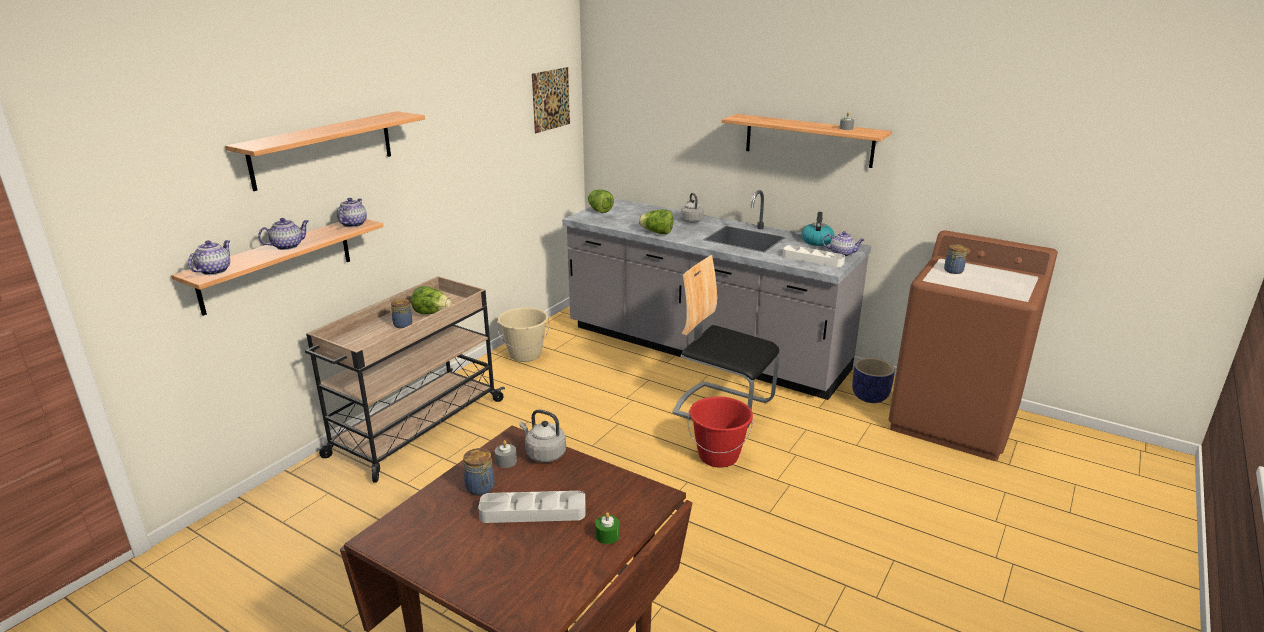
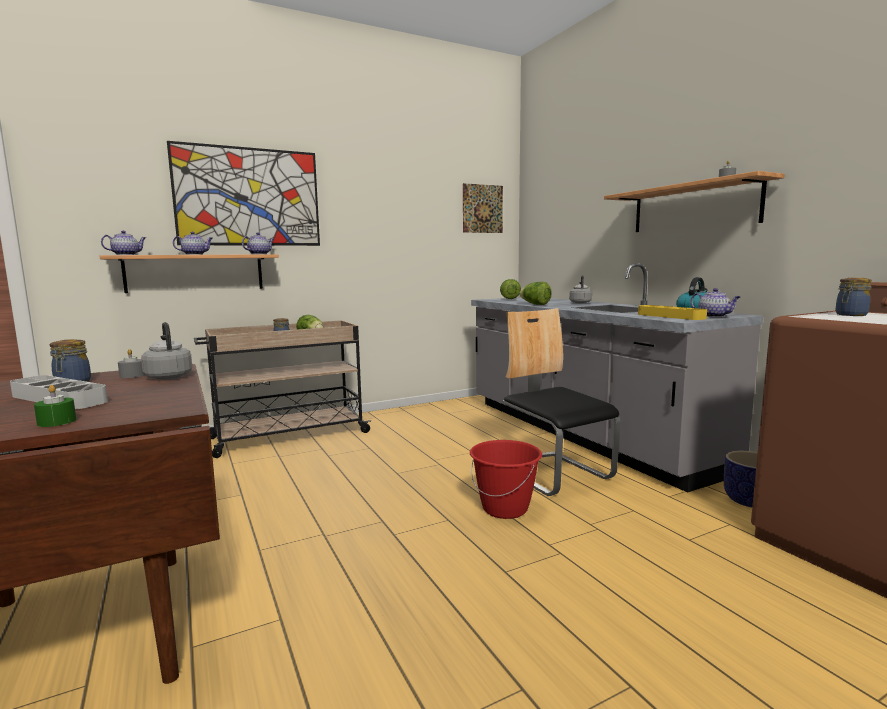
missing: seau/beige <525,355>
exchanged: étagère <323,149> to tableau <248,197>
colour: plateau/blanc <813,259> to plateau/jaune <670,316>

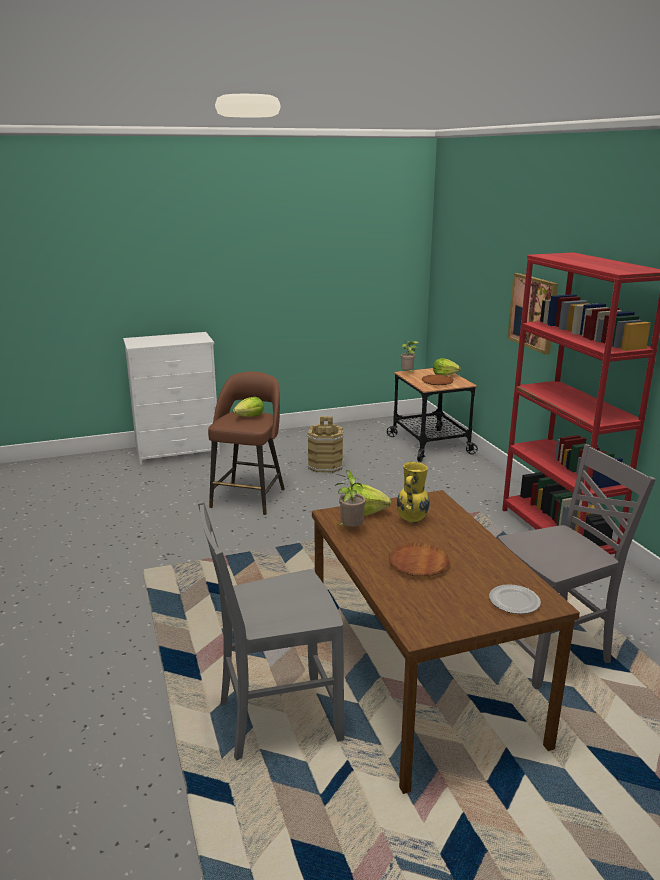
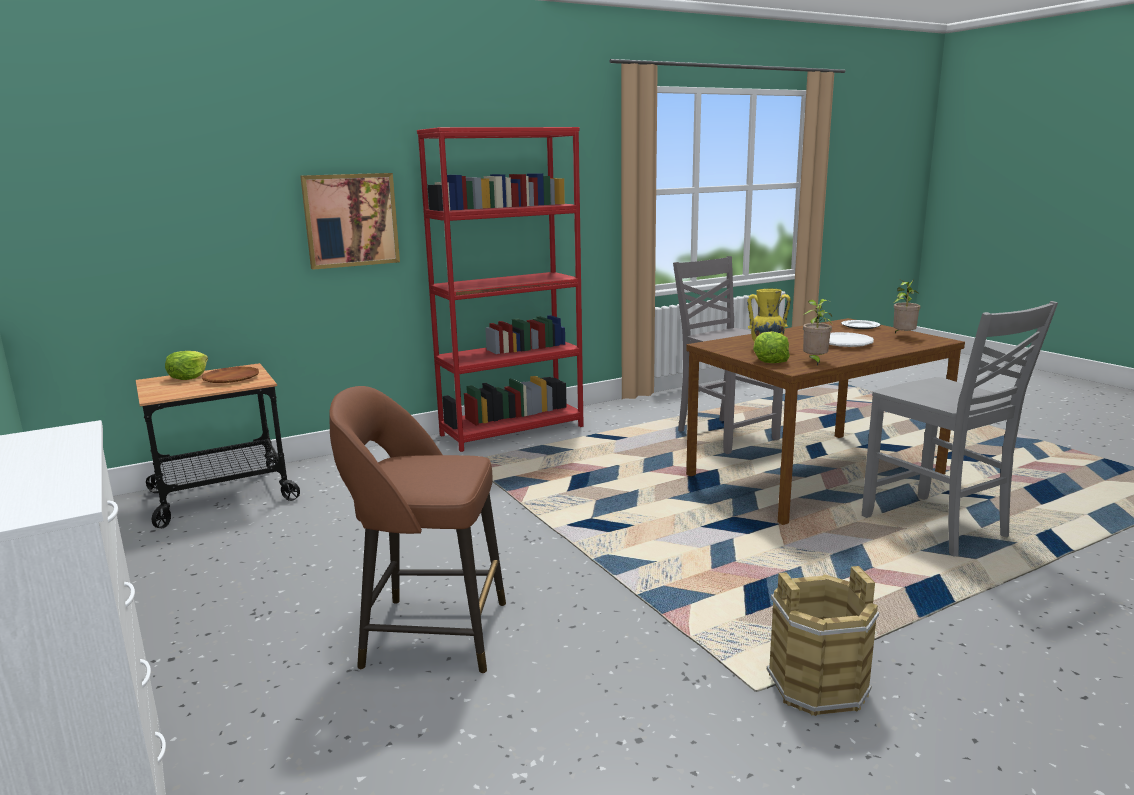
missing: laitue <249,416>
relocated: seau/marron <325,465> to <817,684>; plante en pot <408,373> to <903,336>
colour: assiette/marron <418,564> to assiette/blanc <845,344>

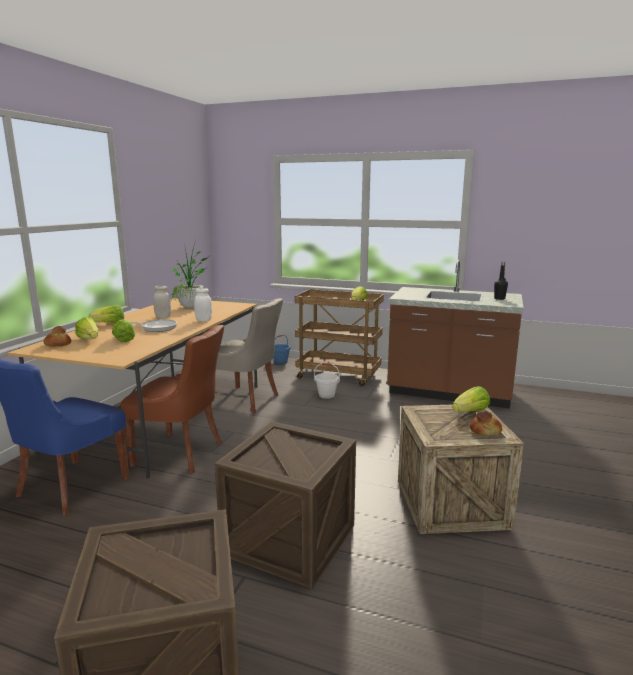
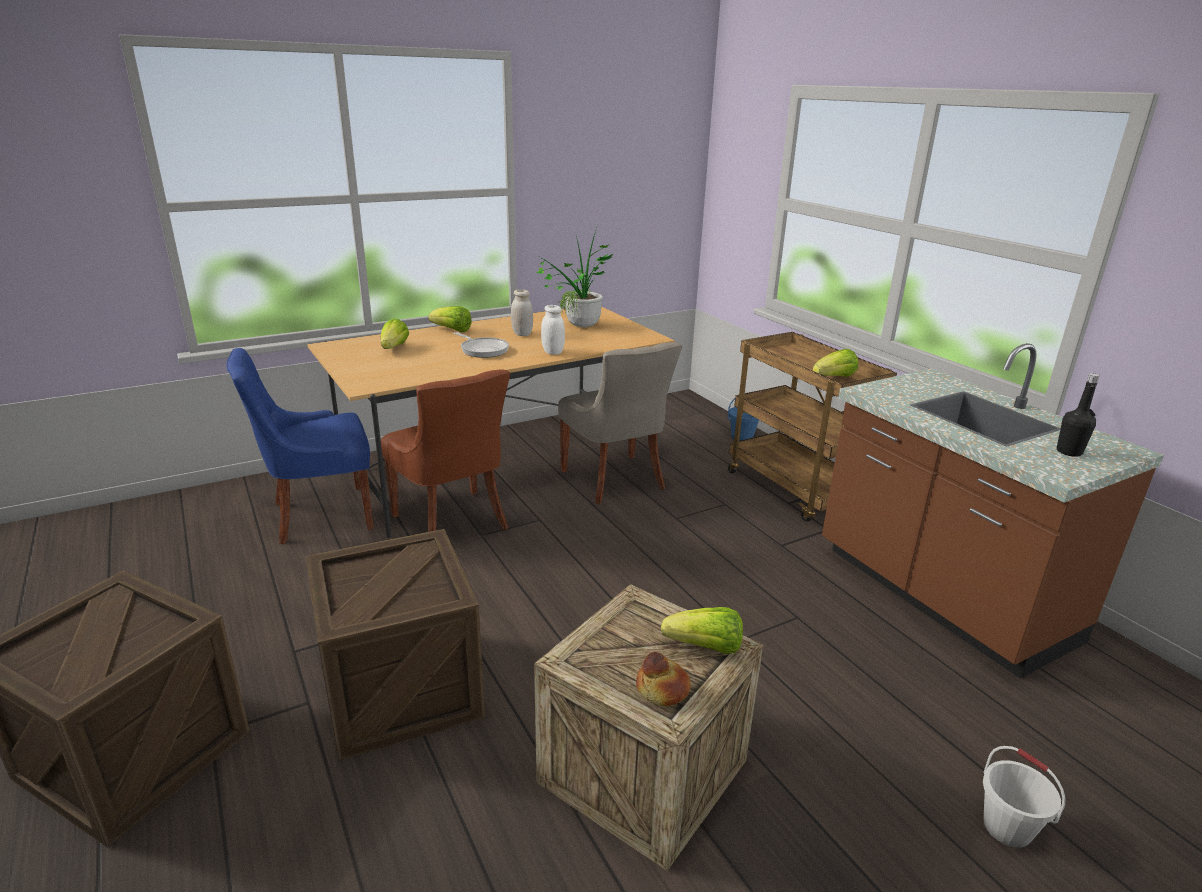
missing: pain <57,344>; laitue <124,339>
relocated: seau/blanc <326,395> to <1007,827>

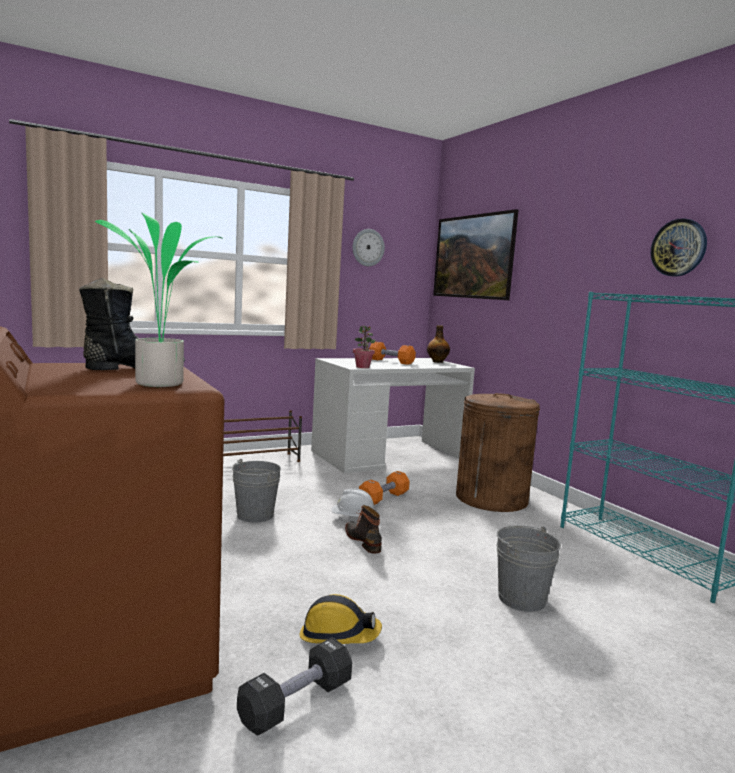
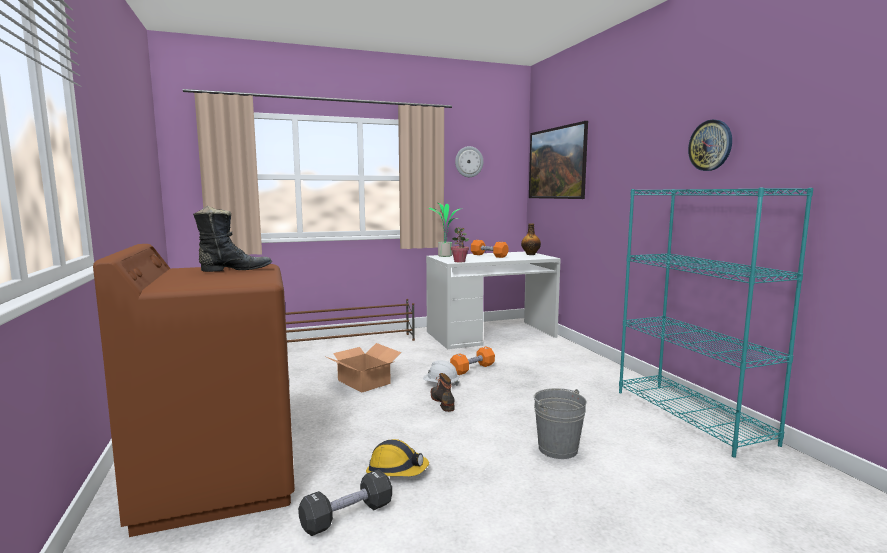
missing: poubelle/marron <491,498>
relocated: plante en pot <161,383> to <445,256>
exchanged: seau/gris <255,515> to carton <364,381>

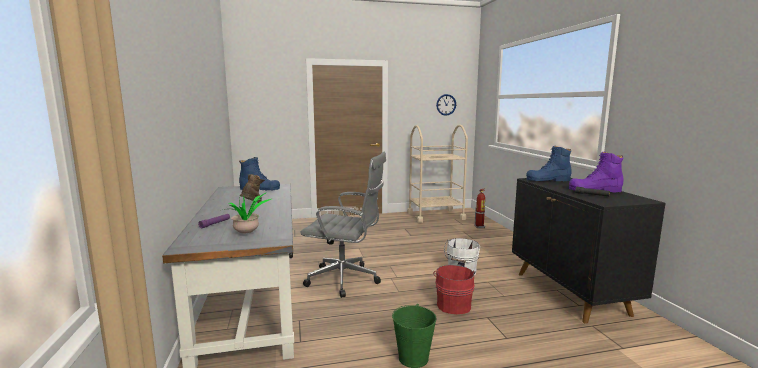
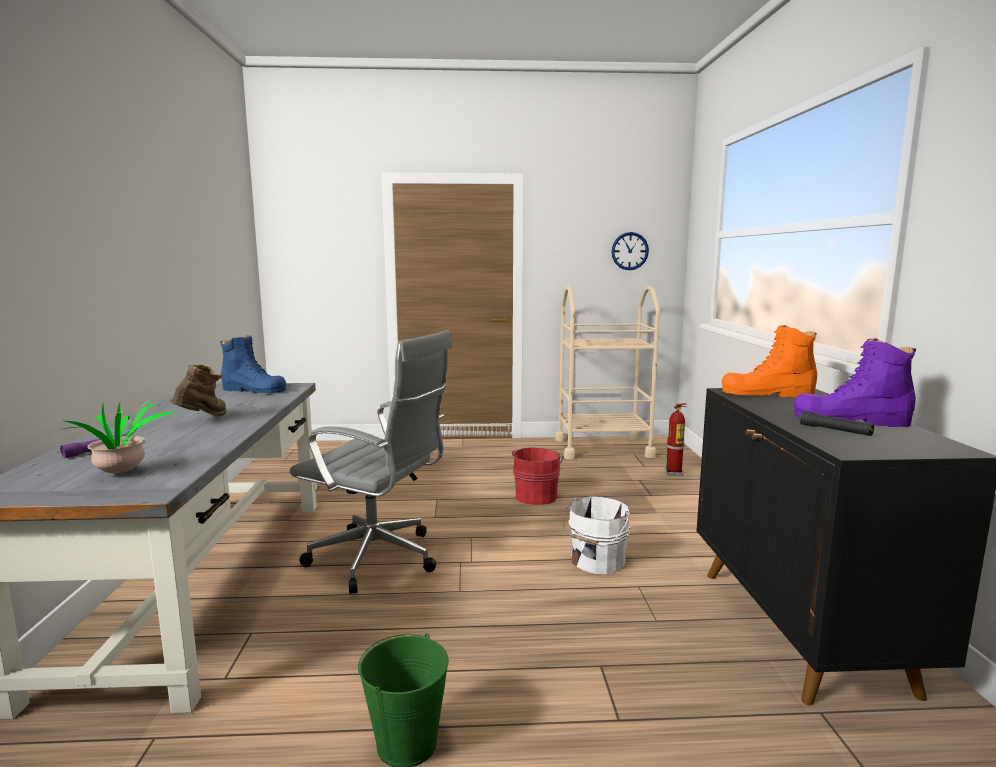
relocated: seau/rouge <453,304> to <536,496>
colour: botte/bleu <548,180> to botte/orange <767,394>

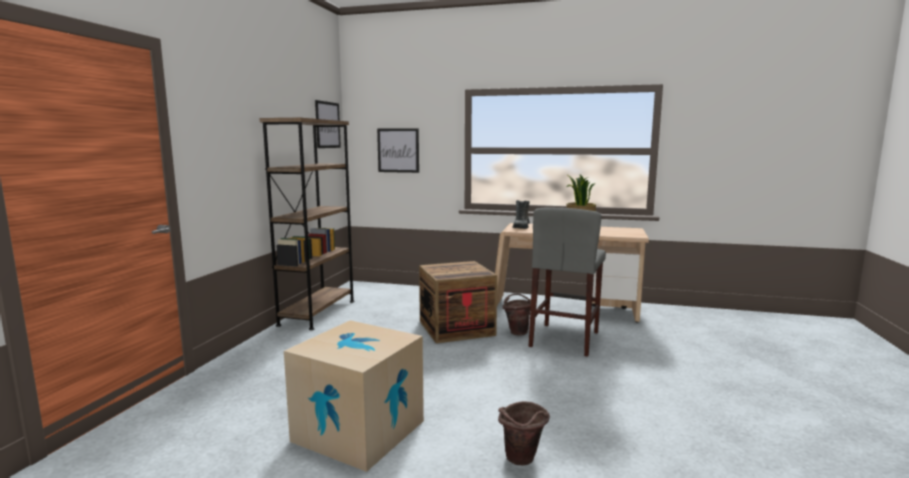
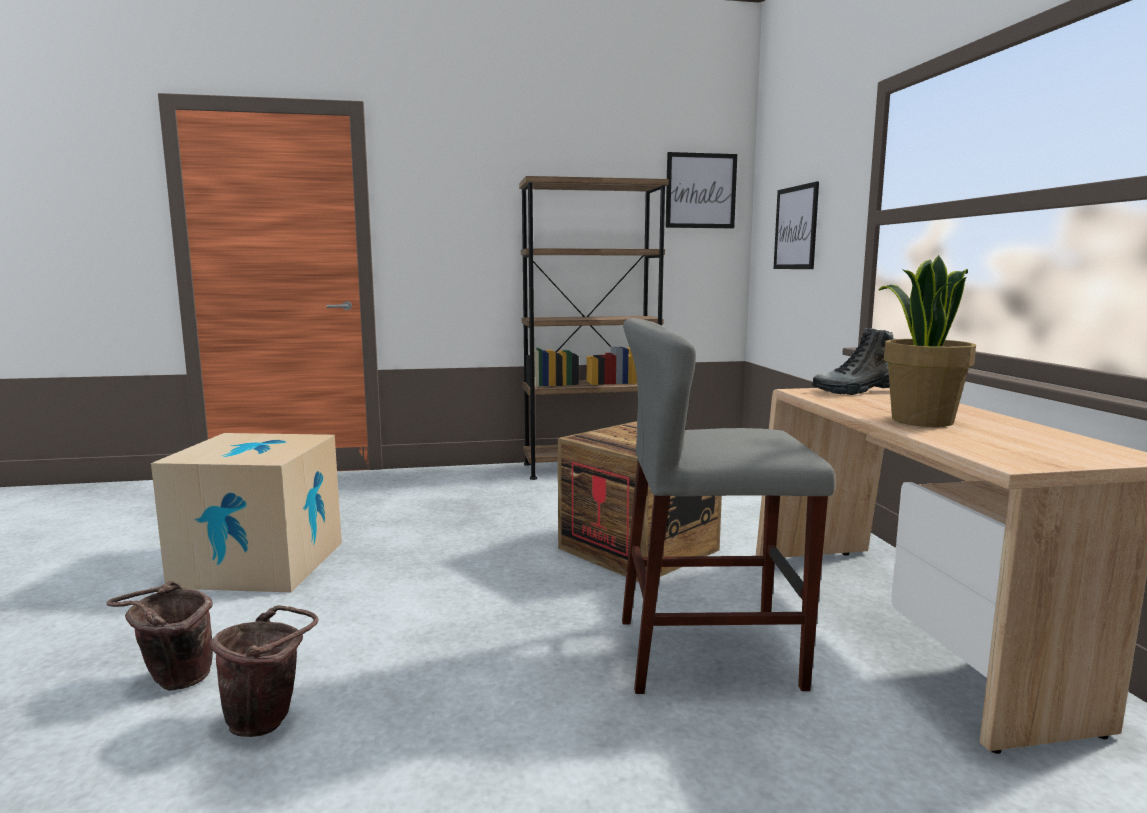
relocated: seau/marron <517,332> to <269,720>

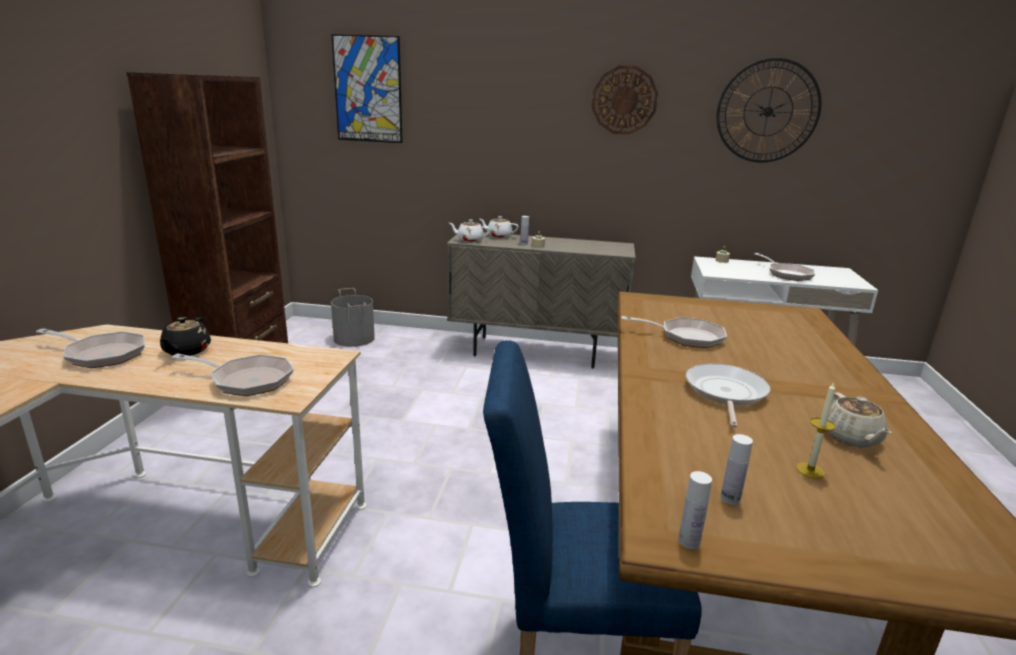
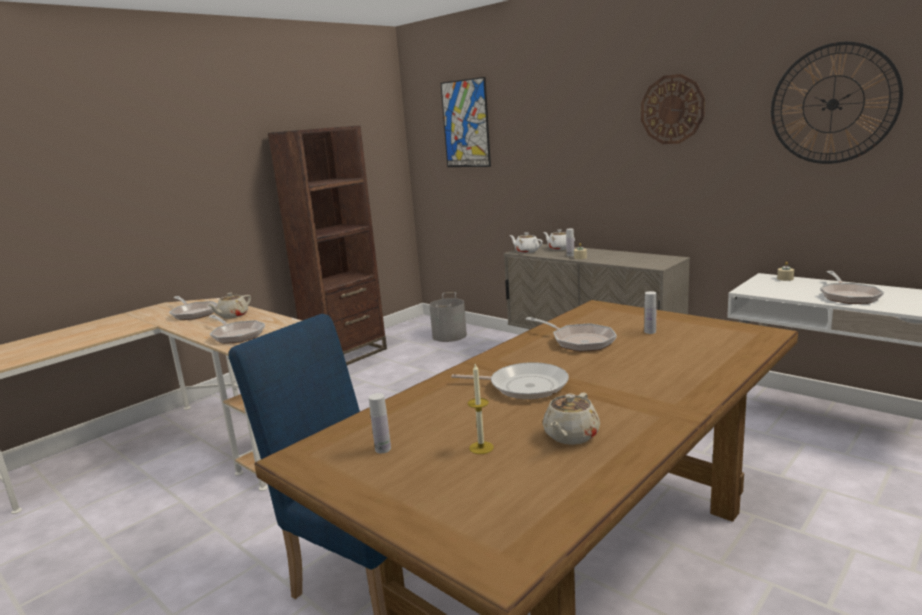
relocated: bouteille/blanc <689,541> to <650,332>
colour: théière/noir <186,351> to théière/beige <233,316>
spun: poêle <725,393> = <524,386> 60 degrees clockwise

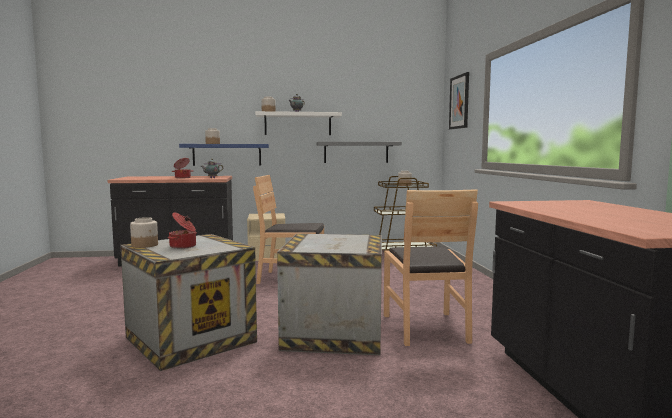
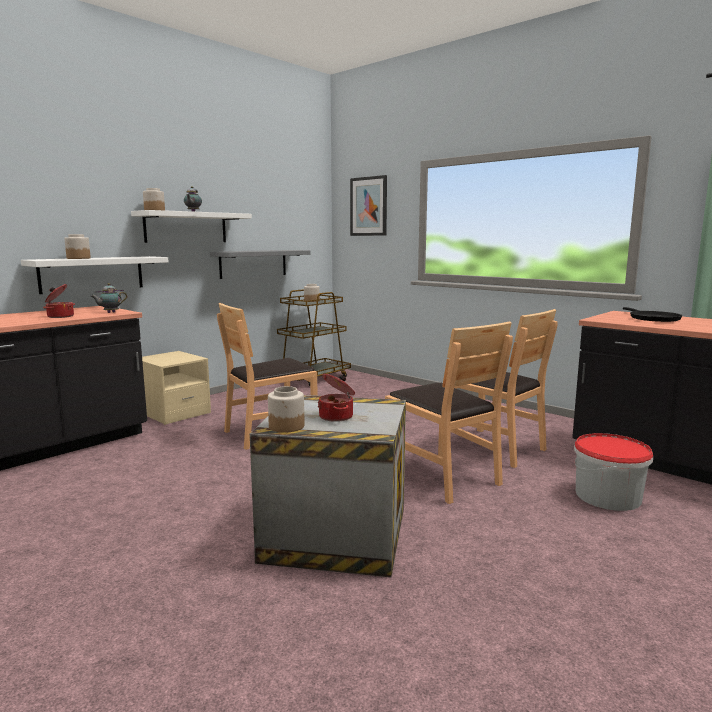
appeared: seau <608,496>; poêle/noir <652,318>
exchanged: caisse <332,333> to chaise/marron <442,477>
colour: étagère/bleu <227,154> to étagère/blanc <92,274>

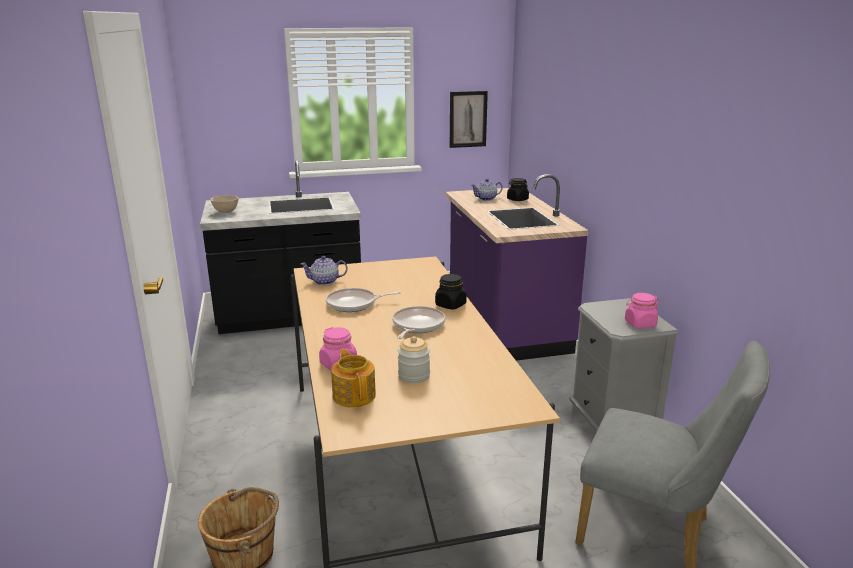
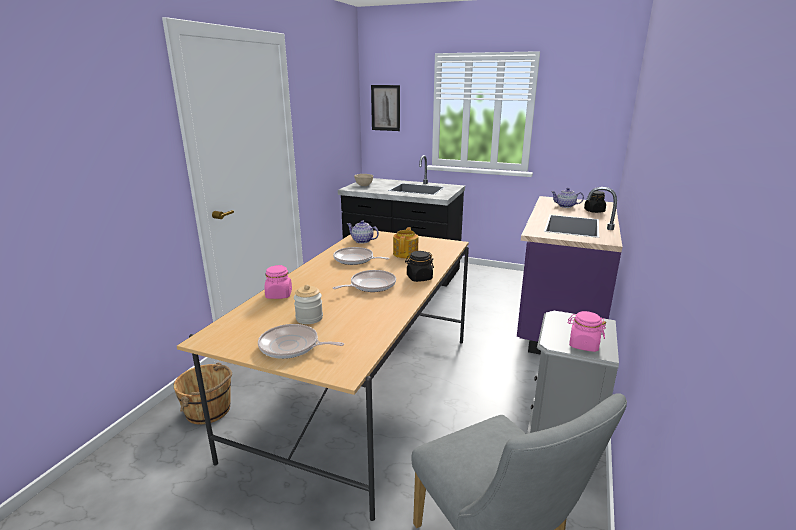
appeared: poêle <292,346>
relocated: tableau <468,119> to <385,108>; théière <354,395> to <406,253>

